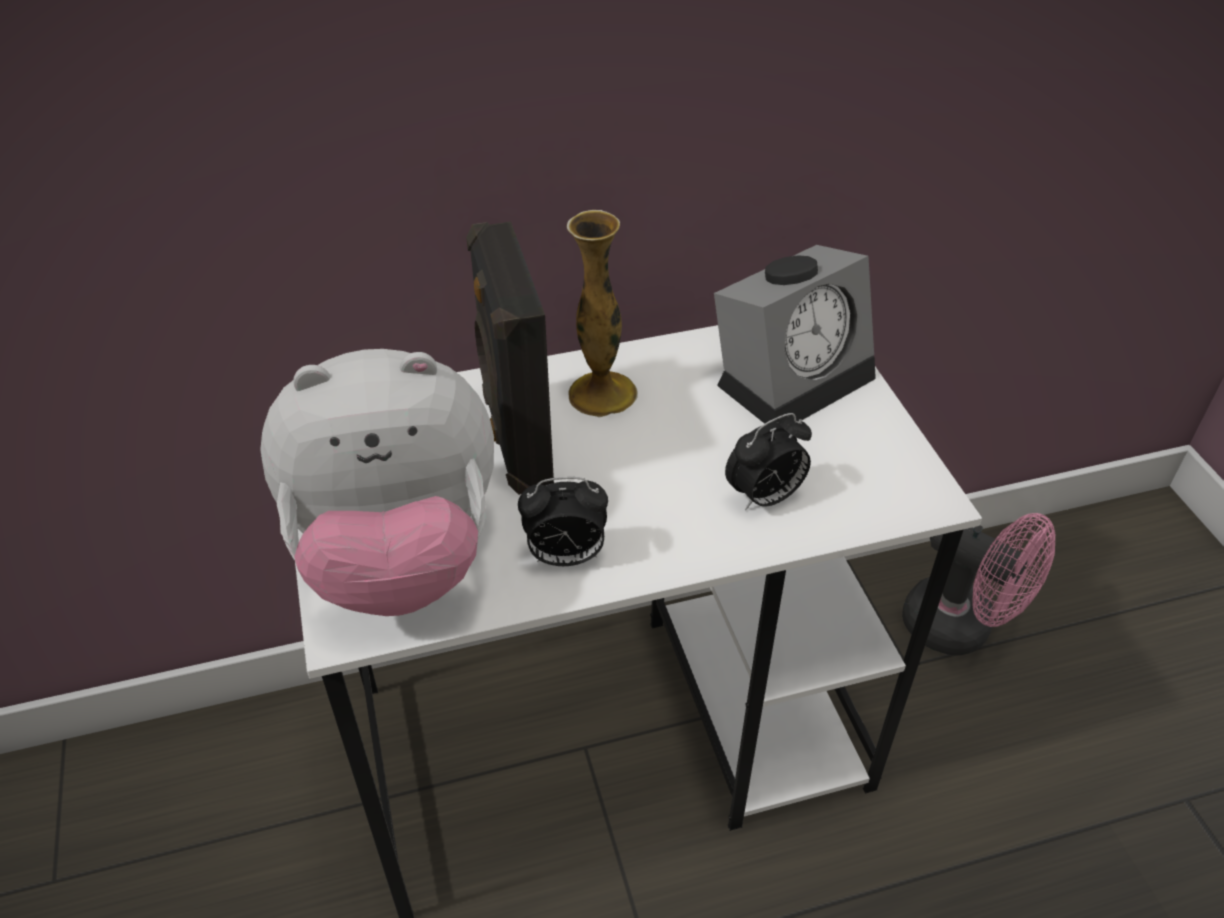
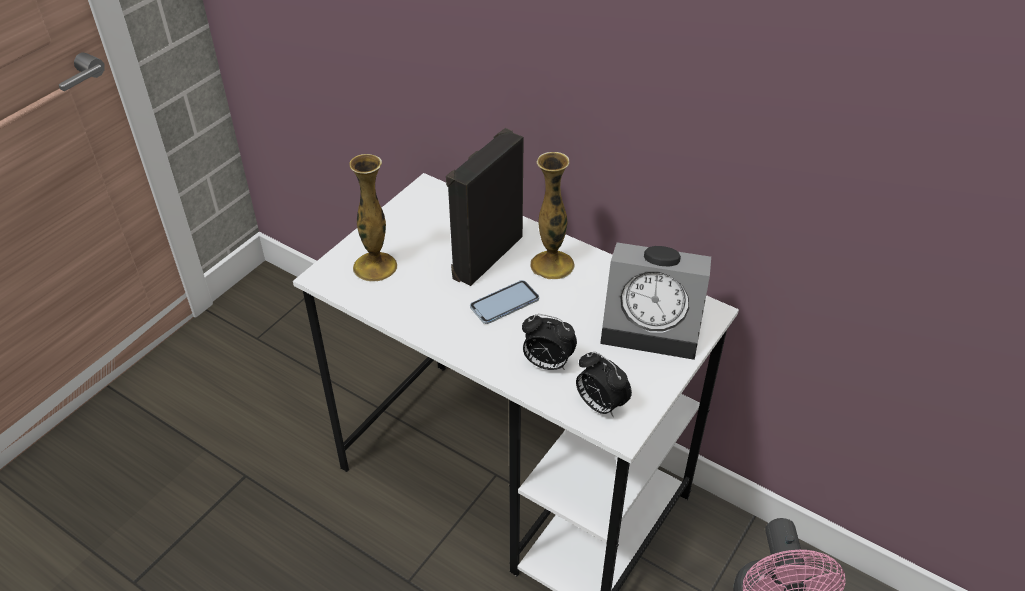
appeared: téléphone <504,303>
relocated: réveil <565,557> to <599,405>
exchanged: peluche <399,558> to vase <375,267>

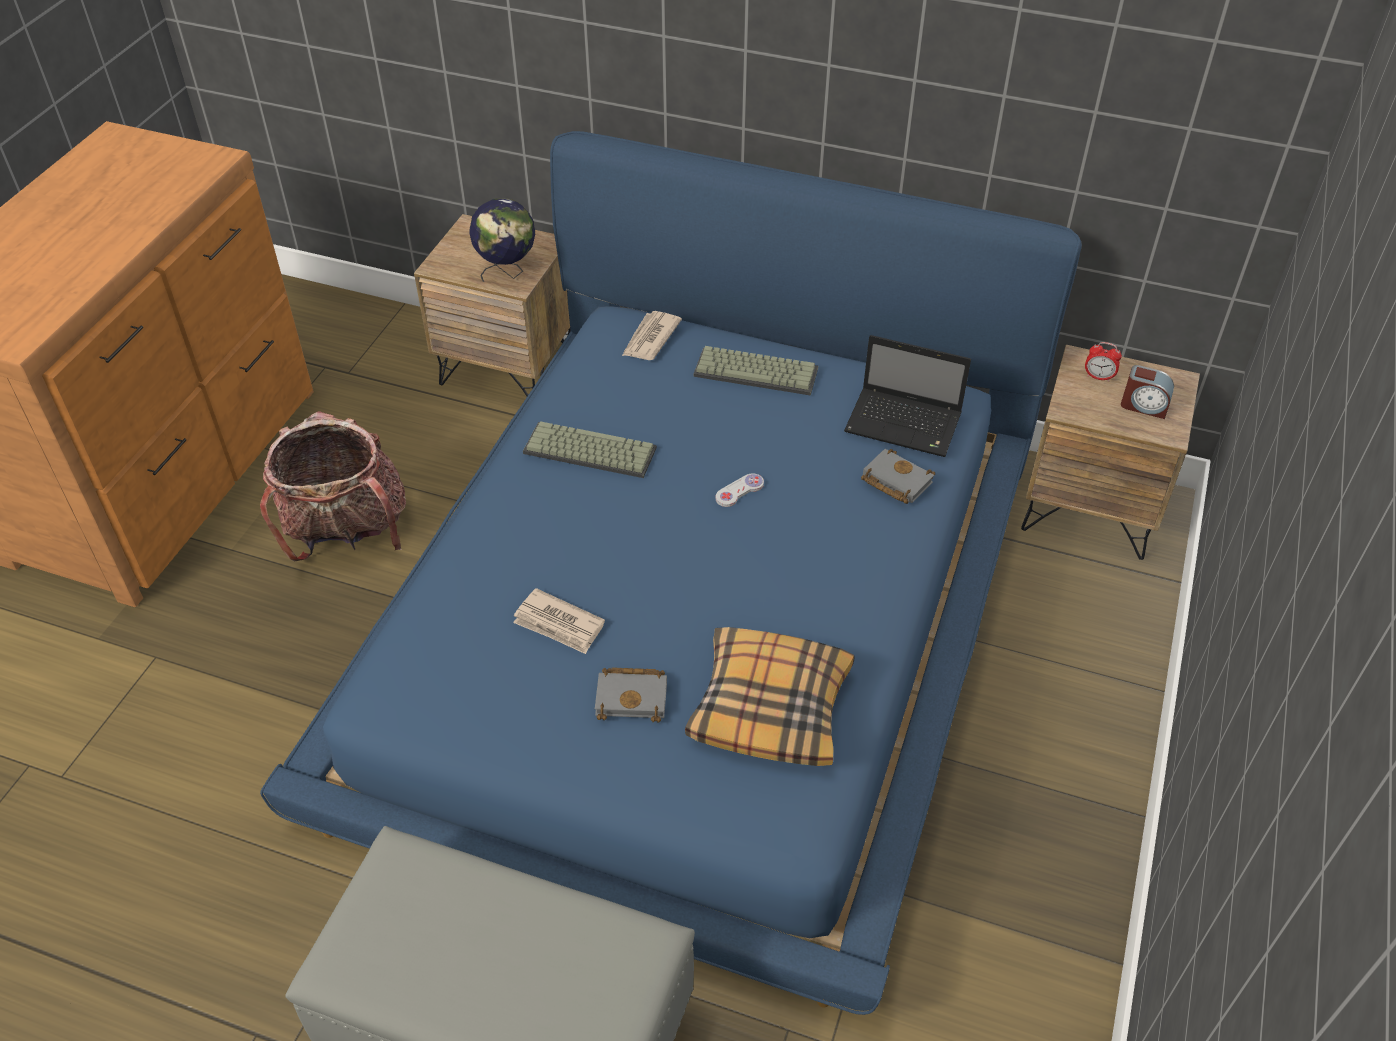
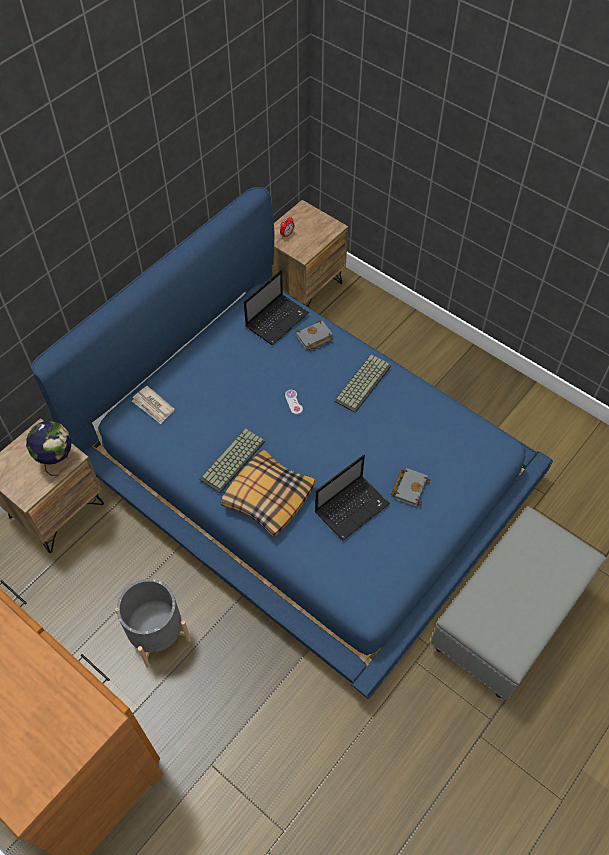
missing: réveil <1144,406>
relocated: coussin <771,706> to <268,497>; clavier <757,371> to <362,382>
exchanged: sac à dos <347,532> to cache-pot/gris <157,633>; journal <559,624> to ordinateur portable <352,507>

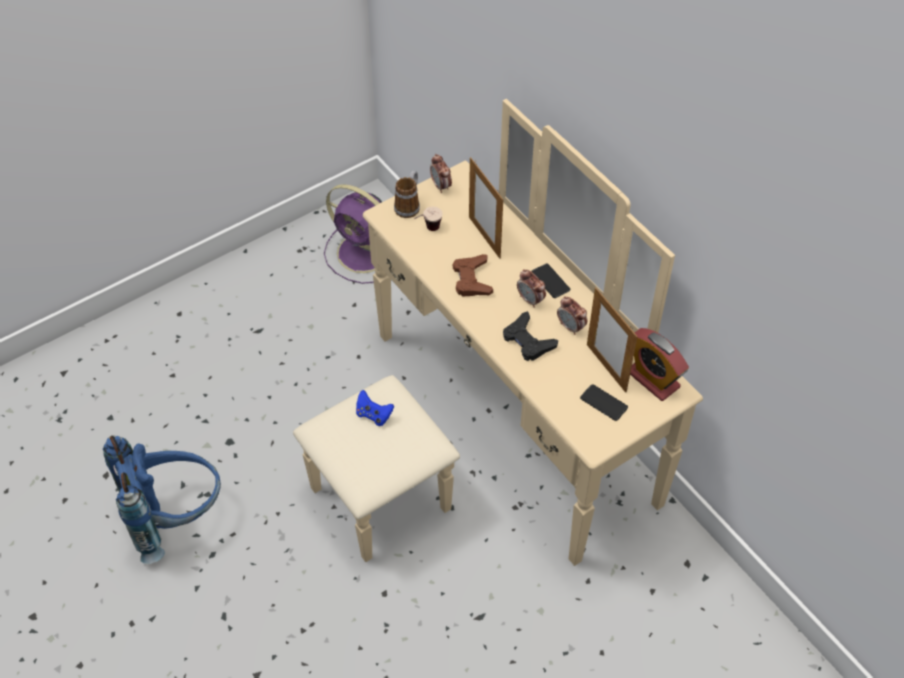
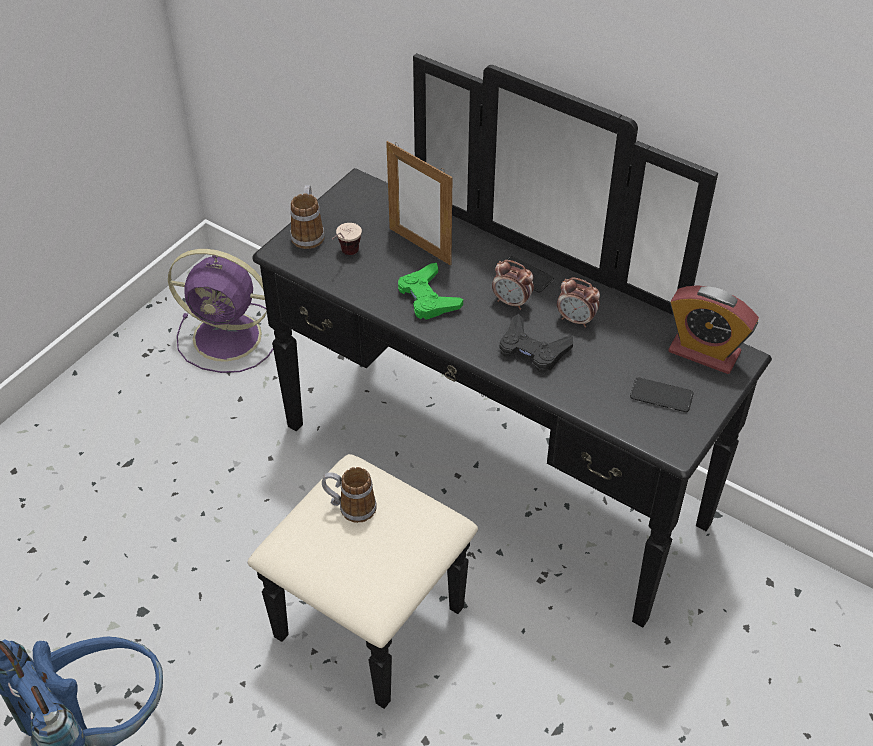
missing: réveil <441,186>; cadre photo <606,368>
exchanged: manette/bleu <373,415> to mug <350,507>
colour: commode/beige <485,436> to commode/noir <467,506>; manette/marron <472,279> to manette/vert <428,297>

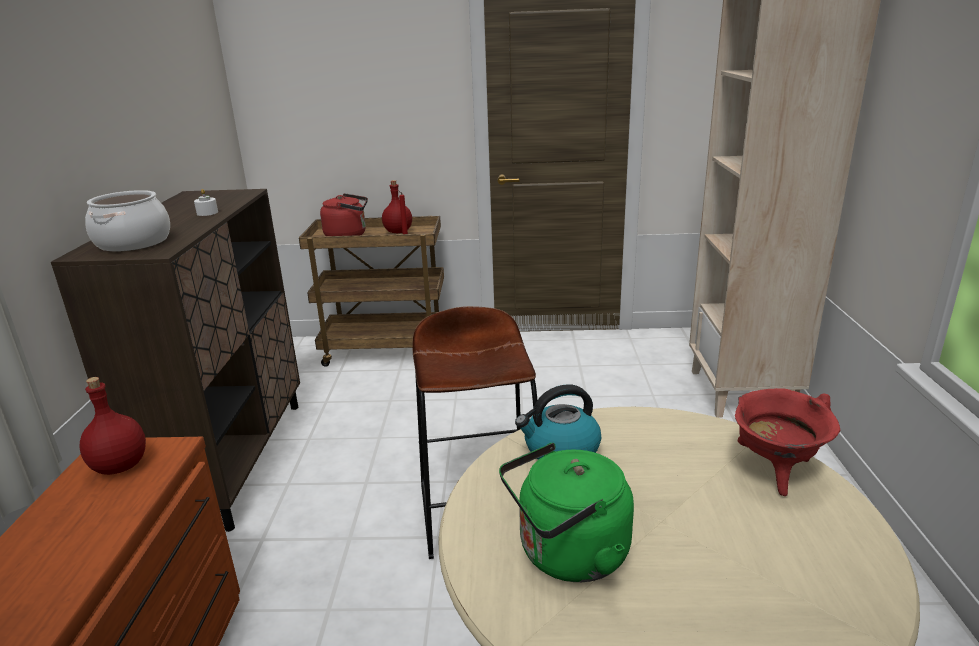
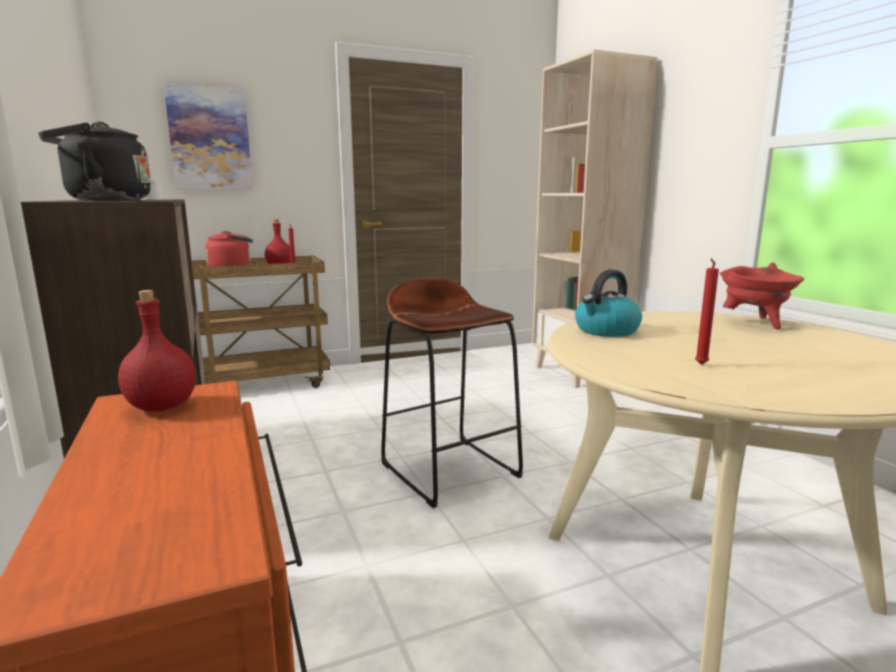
appeared: tableau <210,139>
exchanged: marmite <133,242> to bouilloire/noir <103,200>; bouilloire/vert <568,555> to bougie/rouge <700,365>

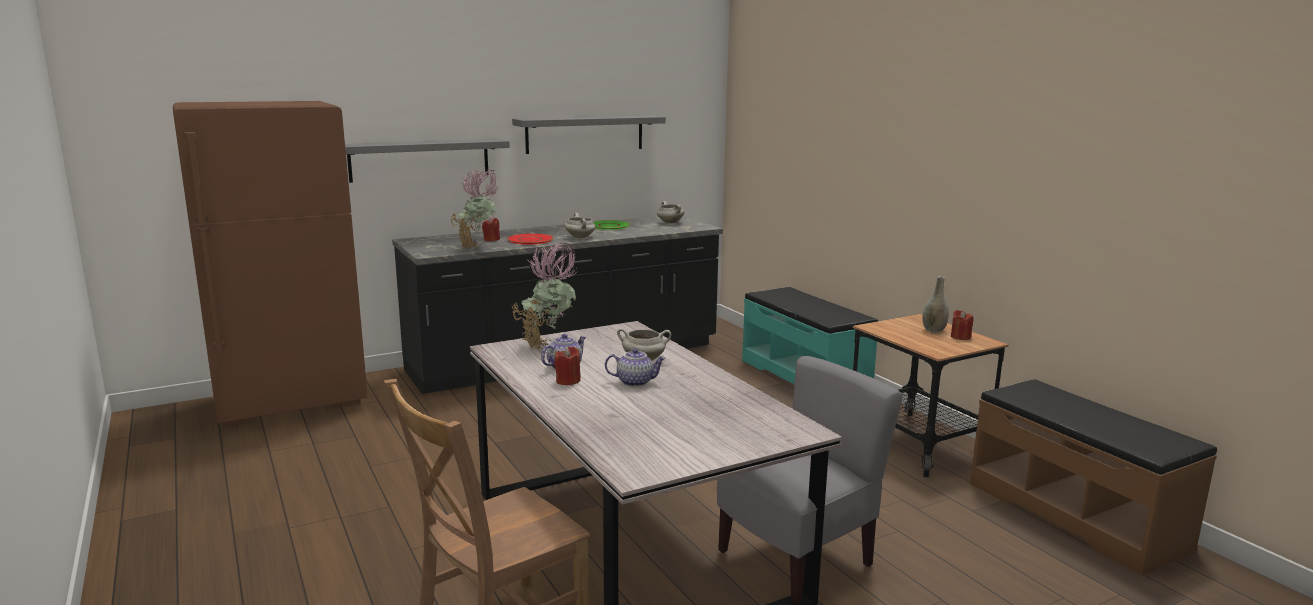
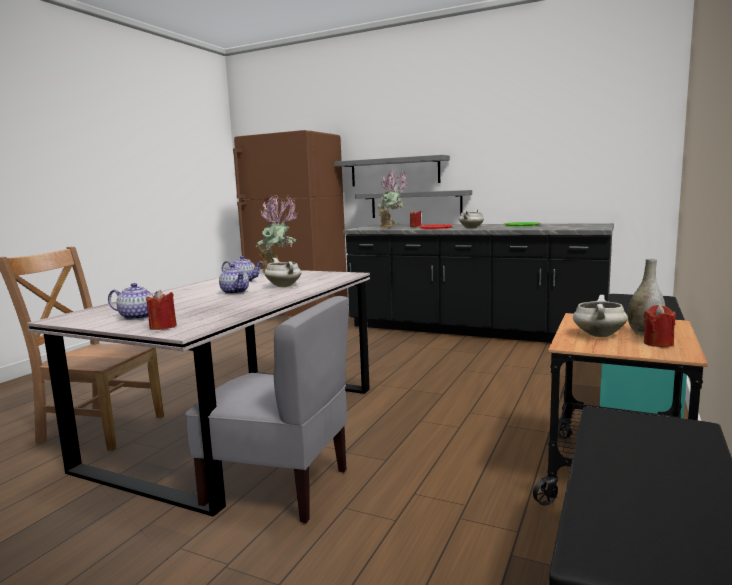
appeared: théière <138,317>
relocated: bougie/rouge <568,381> to <163,327>; étagère/gris <585,134> to <415,204>; marmite/blanc <669,223> to <598,335>

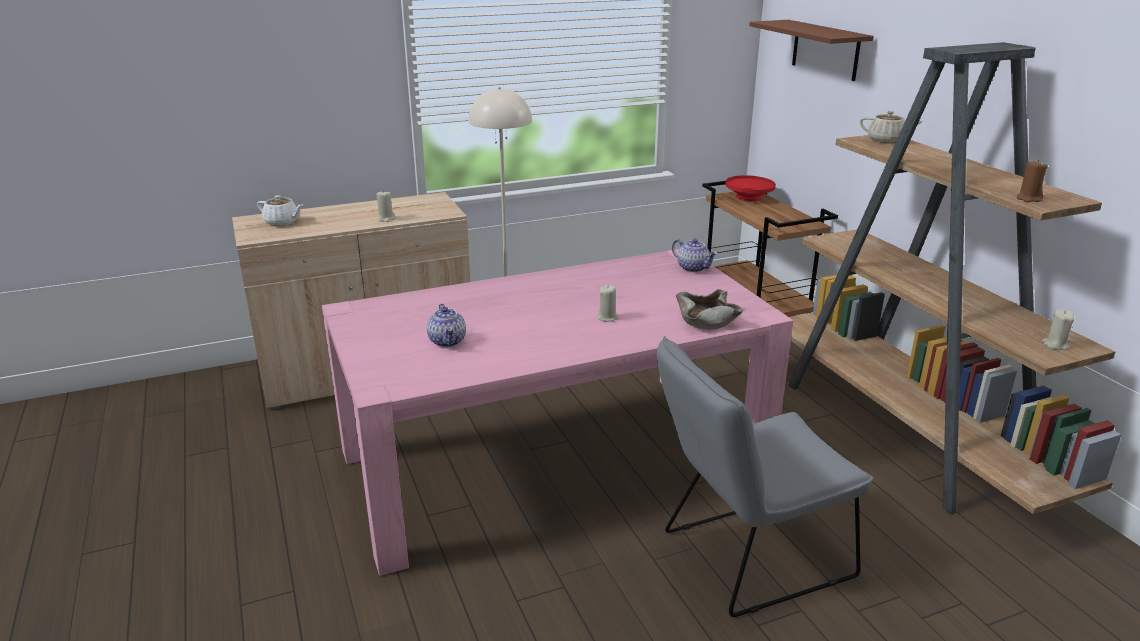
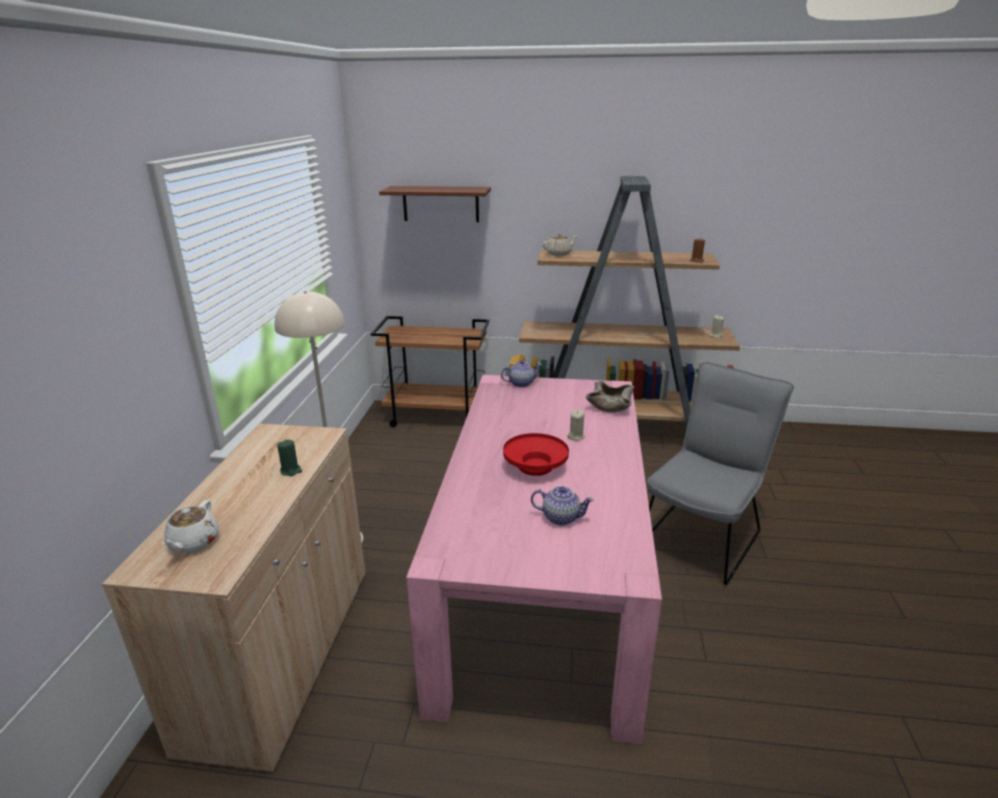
relocated: bol/rouge <749,197> to <535,466>
colour: bougie/beige <386,219> to bougie/vert <291,471>
spun: théière/blanc <282,222> = <193,542> 135 degrees clockwise; chaise/gris <746,557> = <703,535> 150 degrees counterclockwise

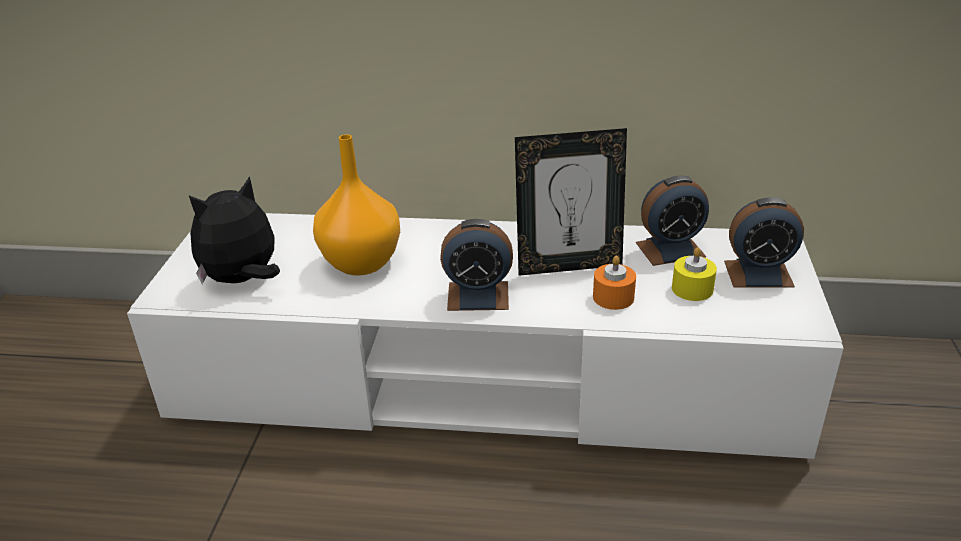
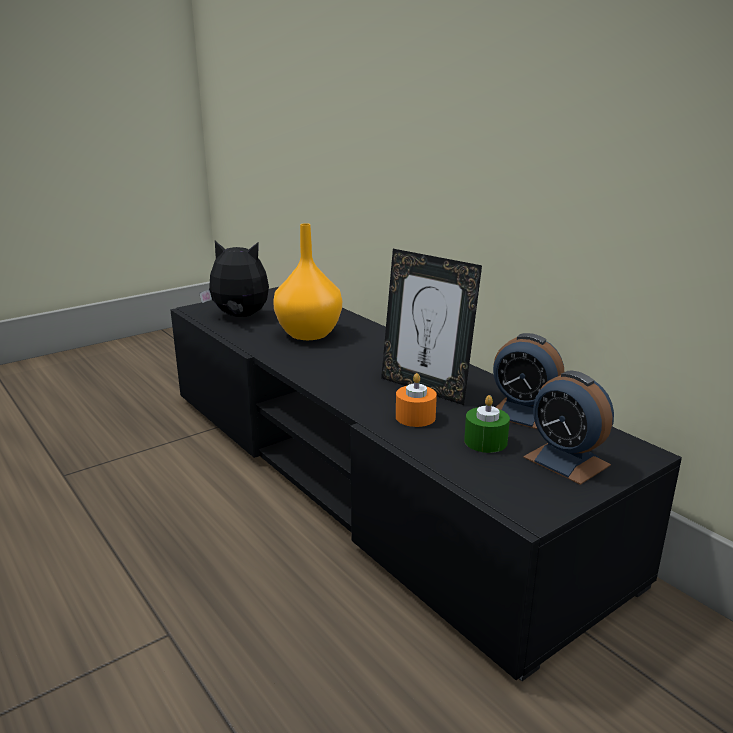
missing: réveil <478,296>
colour: meuble télé/blanc <484,380> to meuble télé/noir <366,474>; bougie/jaune <692,289> to bougie/vert <485,441>

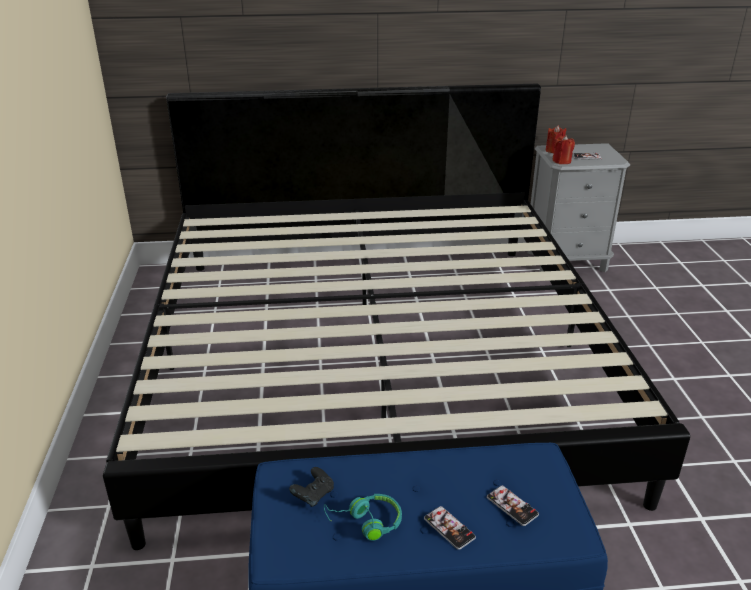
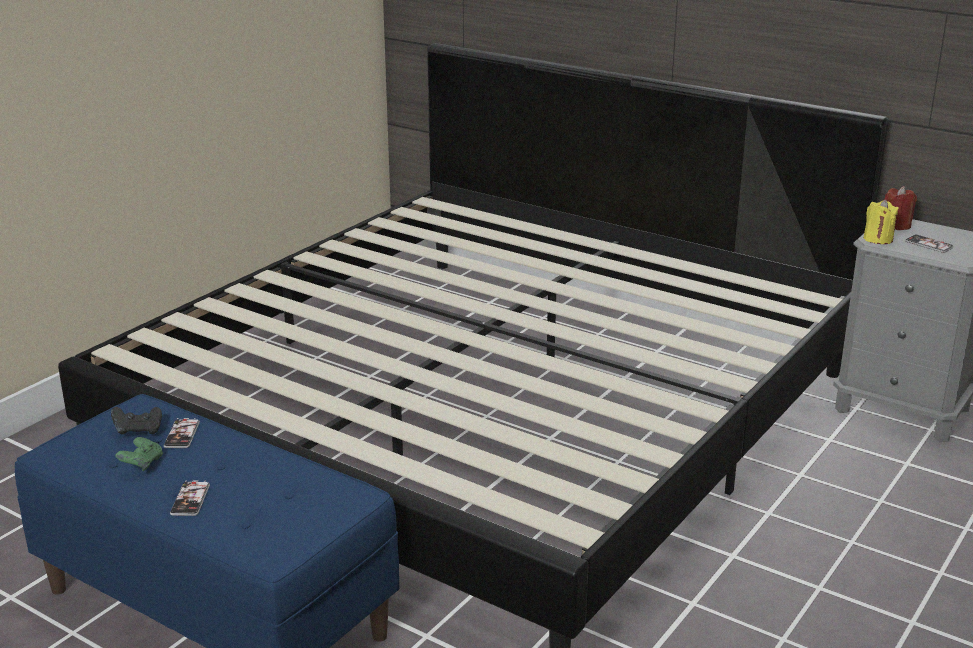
relocated: téléphone <512,506> to <182,435>
exchanged: casque audio/turquoise <366,522> to manette/vert <141,465>
colour: bougie/rouge <561,161> to bougie/jaune <878,239>

